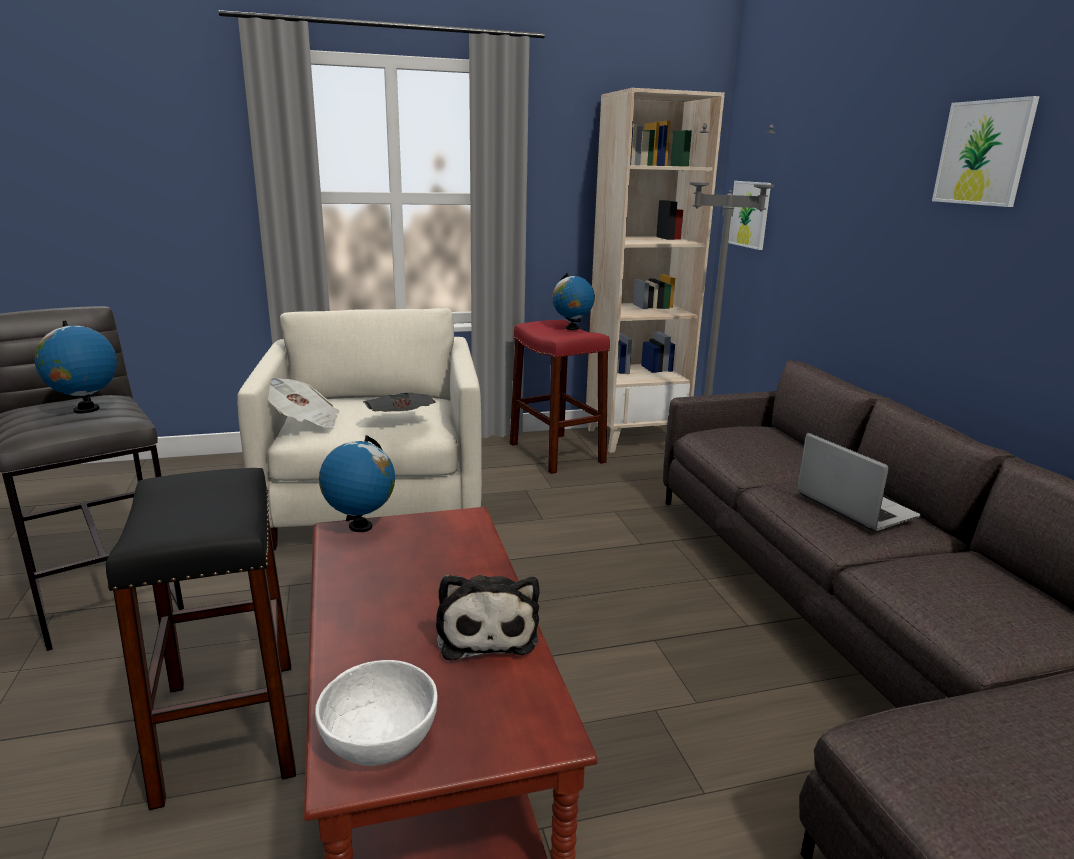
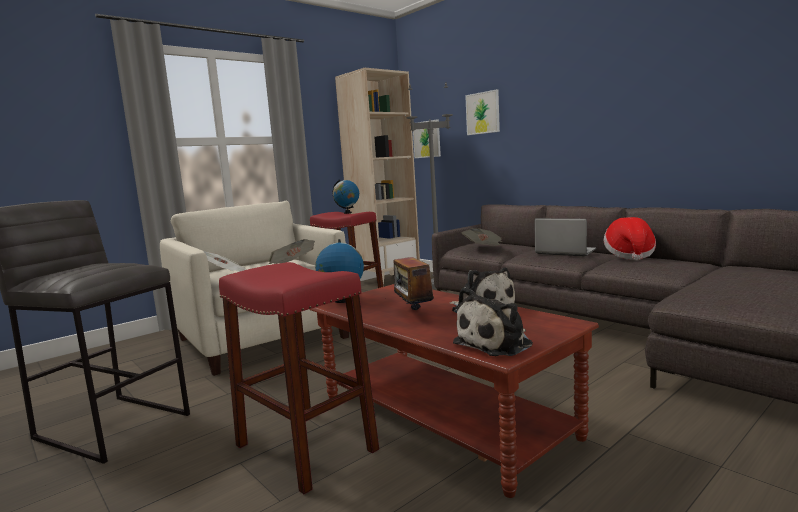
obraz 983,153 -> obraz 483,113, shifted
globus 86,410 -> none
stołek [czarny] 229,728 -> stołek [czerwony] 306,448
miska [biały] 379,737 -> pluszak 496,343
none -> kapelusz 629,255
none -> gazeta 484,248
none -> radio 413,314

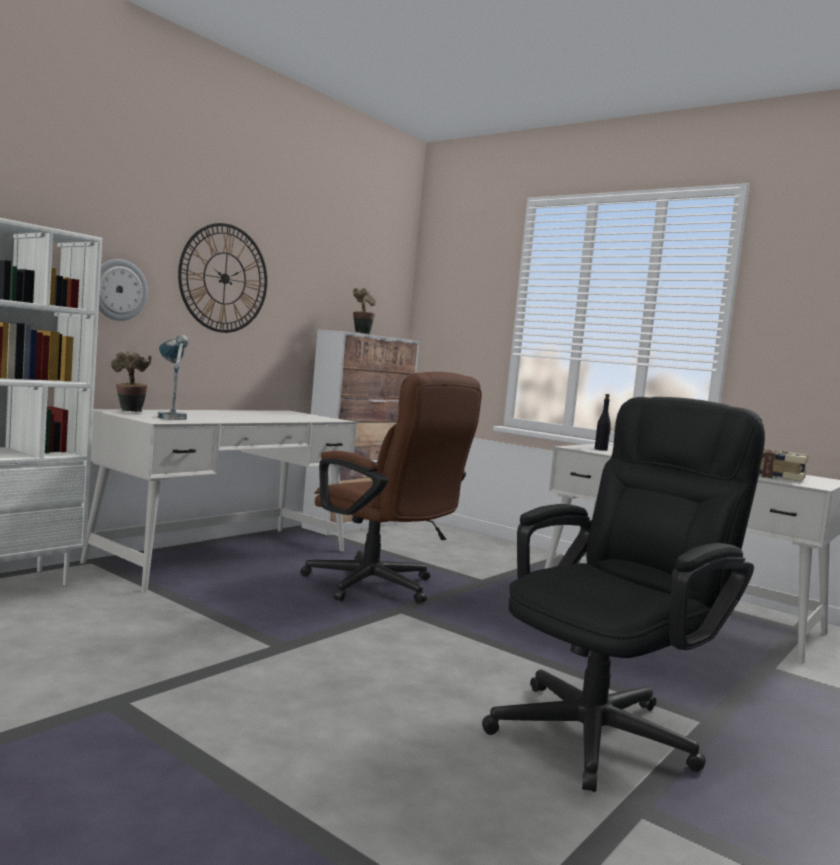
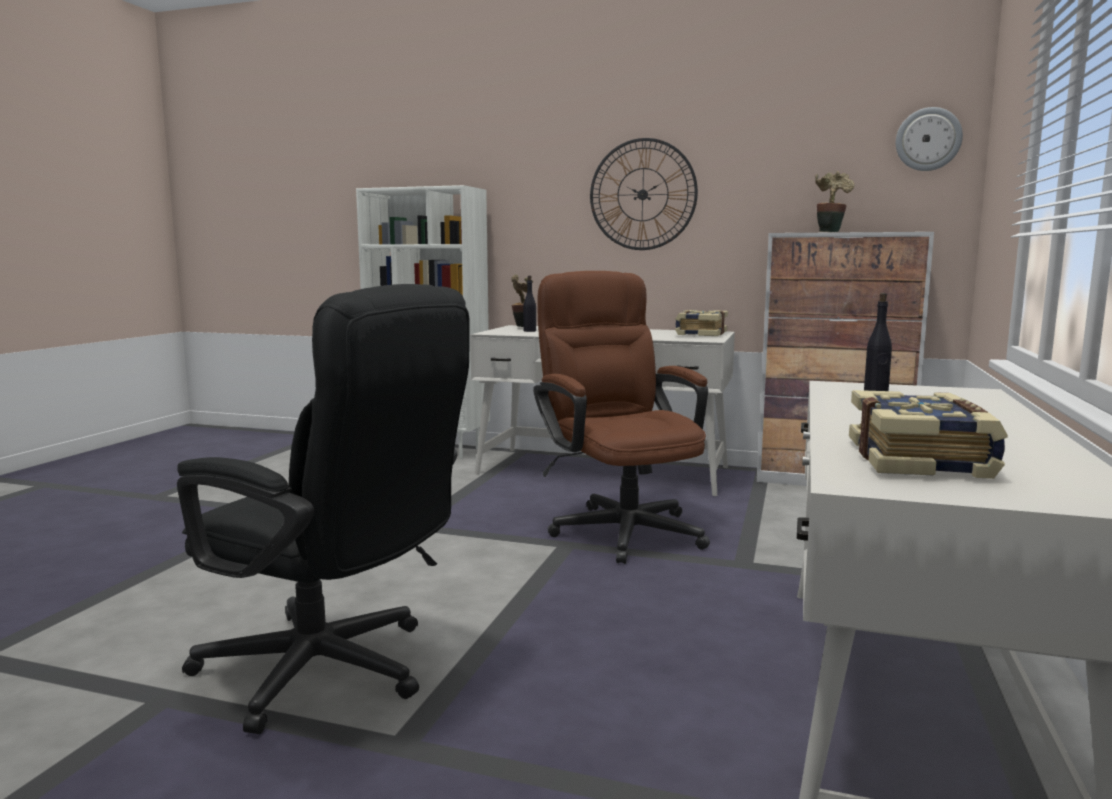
zegar ścienny 118,290 -> zegar ścienny 928,139, shifted
lampa stołowa 170,416 -> butelka [czarny] 530,331
krzesło biurowe [brązowy] 380,588 -> krzesło biurowe [brązowy] 620,527, 135 degrees clockwise
none -> książka 700,334

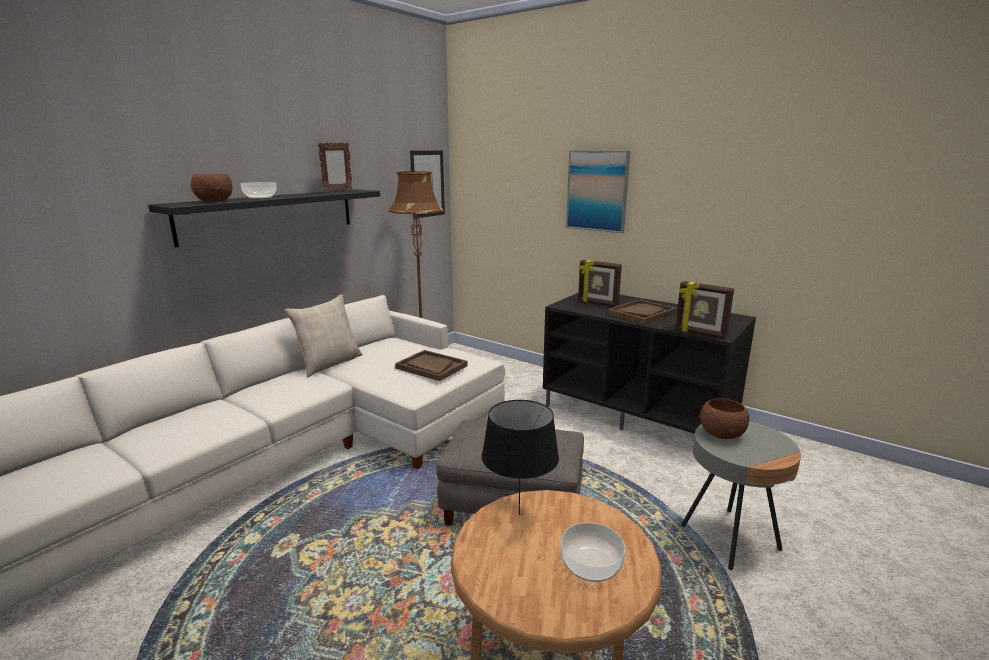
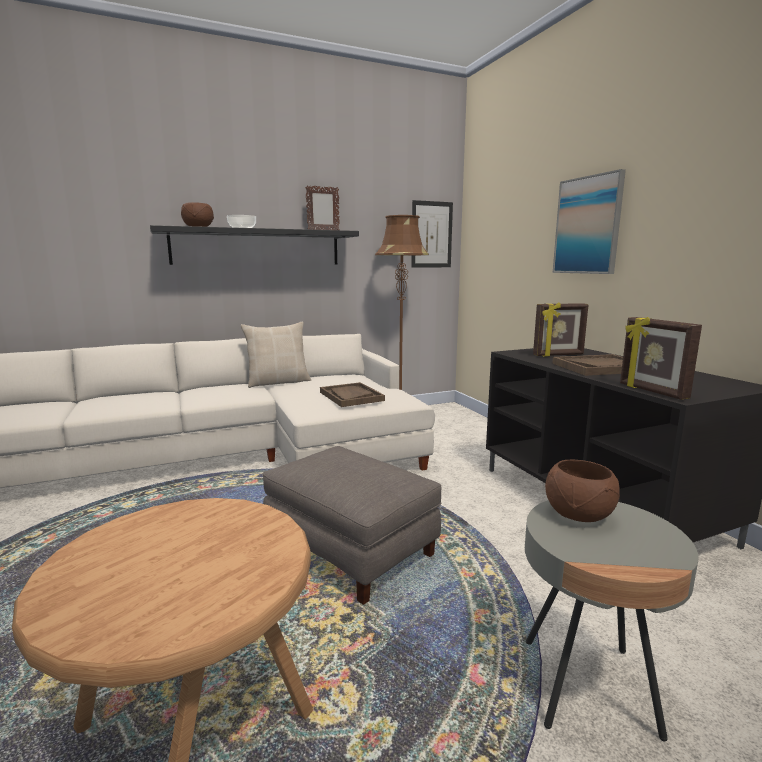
ramka na zdjęcie 597,303 -> ramka na zdjęcie 558,355, 75 degrees counterclockwise
lampa stołowa [czarny] 519,514 -> none
miska 590,565 -> none

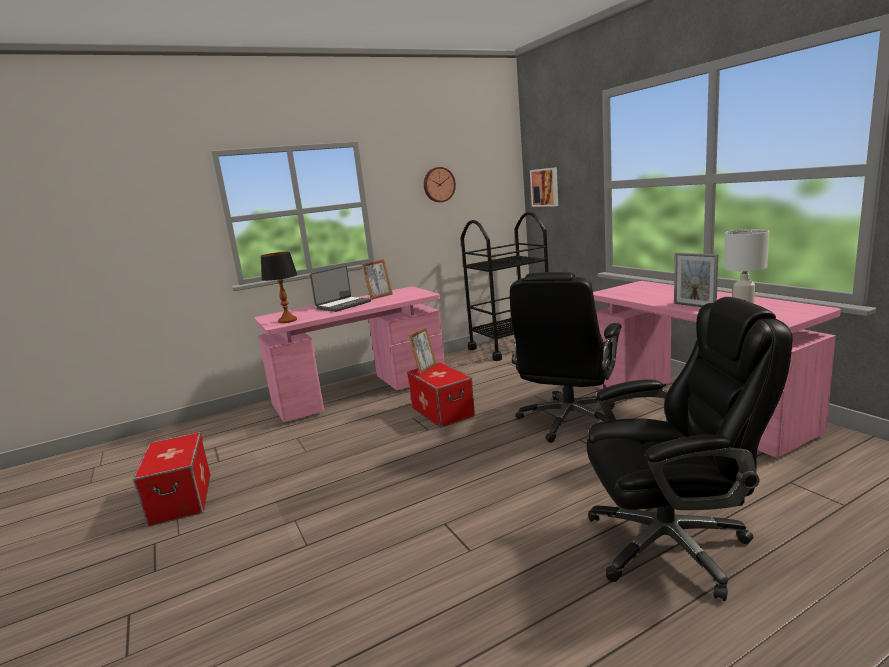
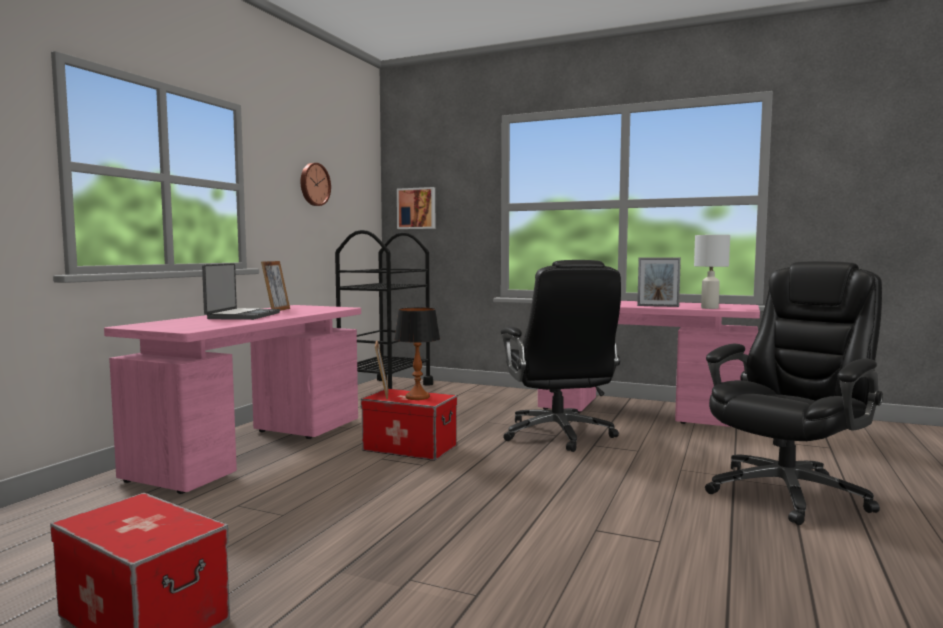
lampa stołowa 288,320 -> lampa stołowa 418,397, shifted

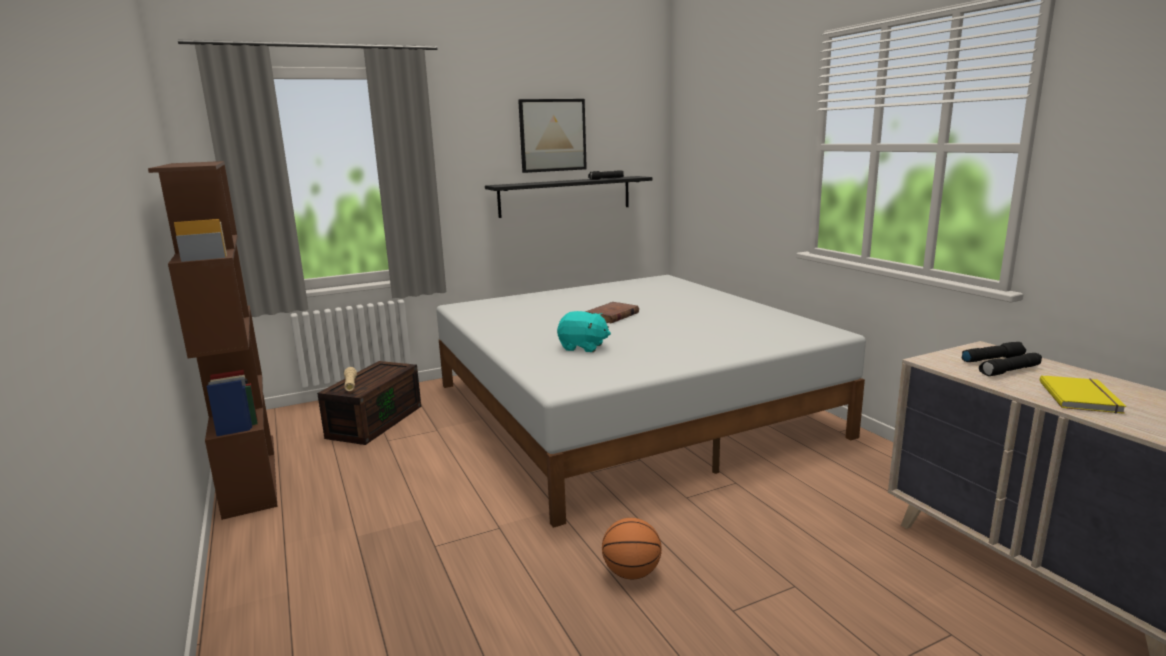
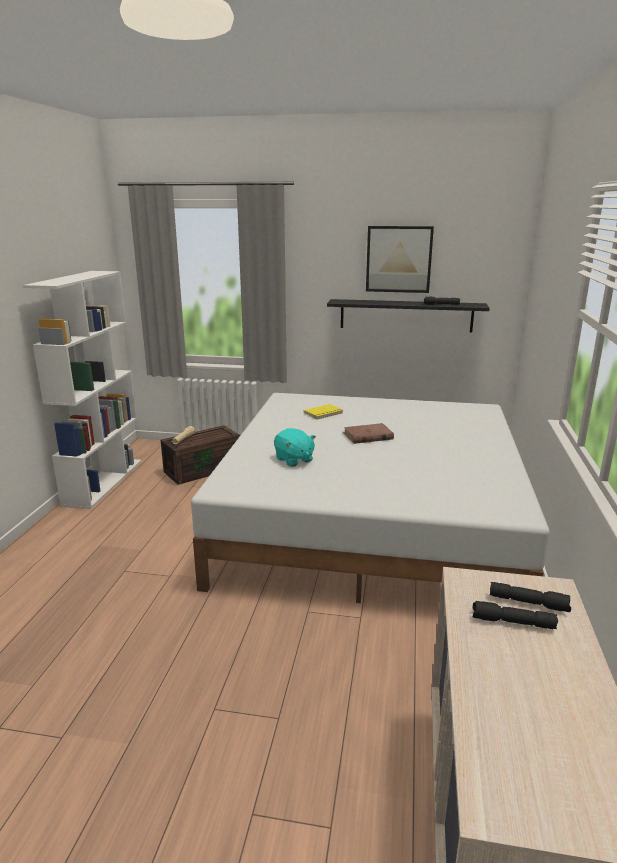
regał [brązowy] 249,473 -> regał [biały] 104,481
książka [żółty] 1082,397 -> książka [żółty] 324,413, shifted
piłka do koszykówki 631,573 -> none

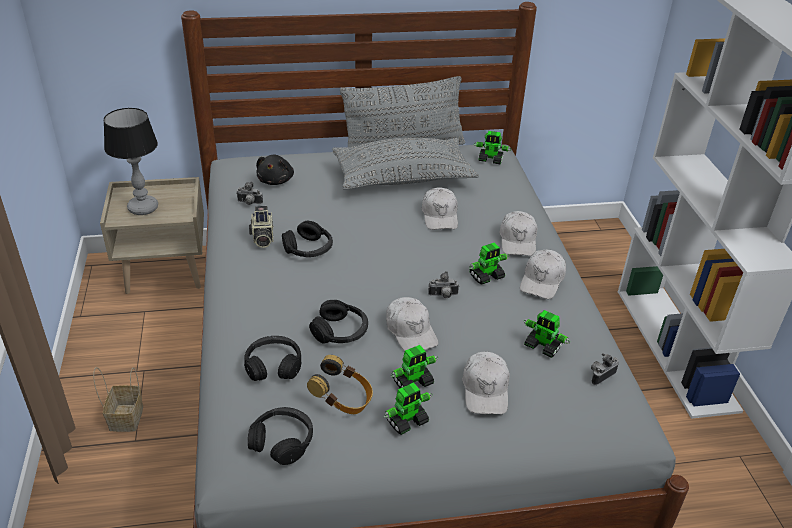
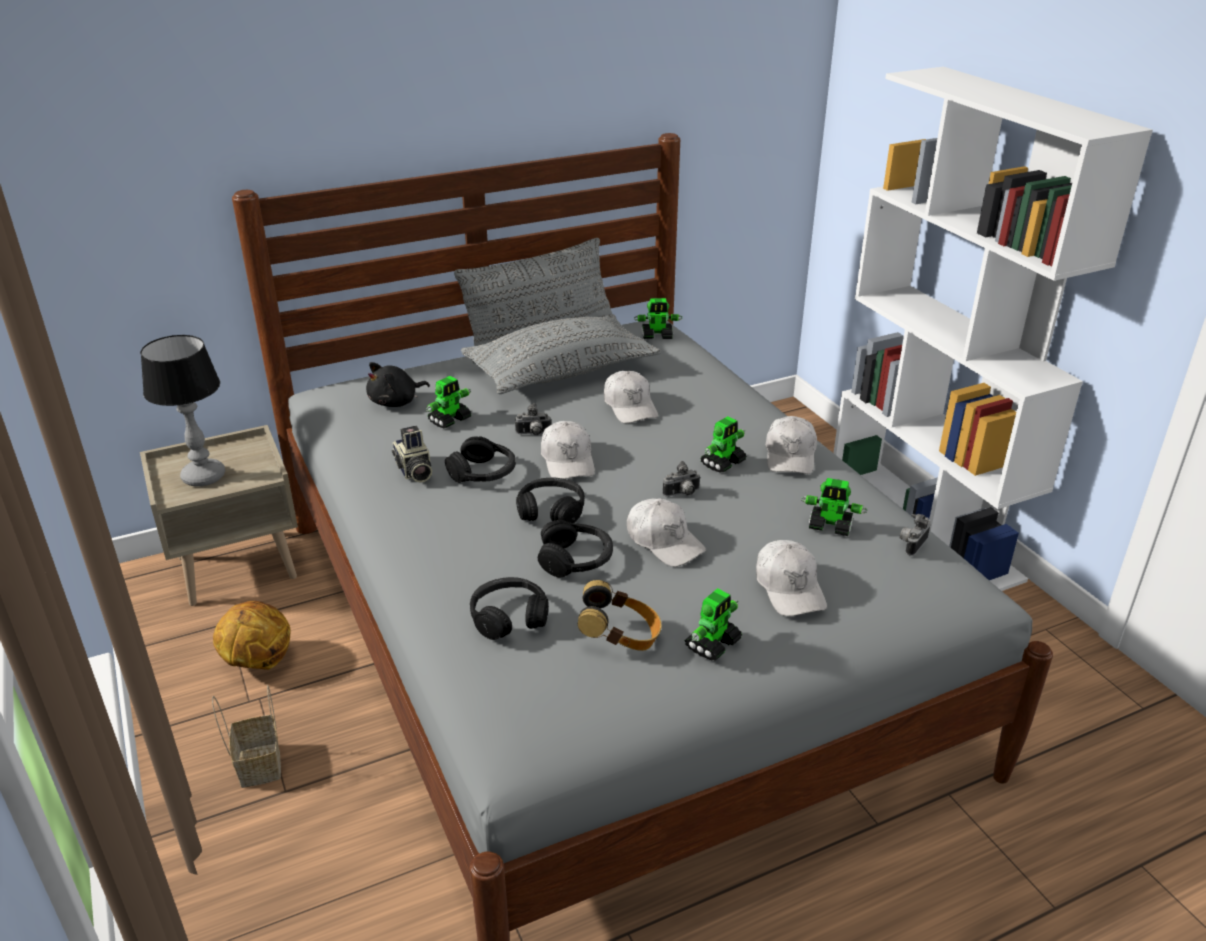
pluszak [czarny] 276,180 -> pluszak [czarny] 396,402, 60 degrees clockwise
aparat fotograficzny 249,203 -> aparat fotograficzny 533,434, shifted
czapka z daszkiem [biały] 518,240 -> czapka z daszkiem [biały] 568,460, shifted
robot zabawkowy 413,382 -> robot zabawkowy 450,420, shifted
słuchawki [czarny] 282,441 -> słuchawki [czarny] 551,510, shifted
none -> piłka do koszykówki 258,662

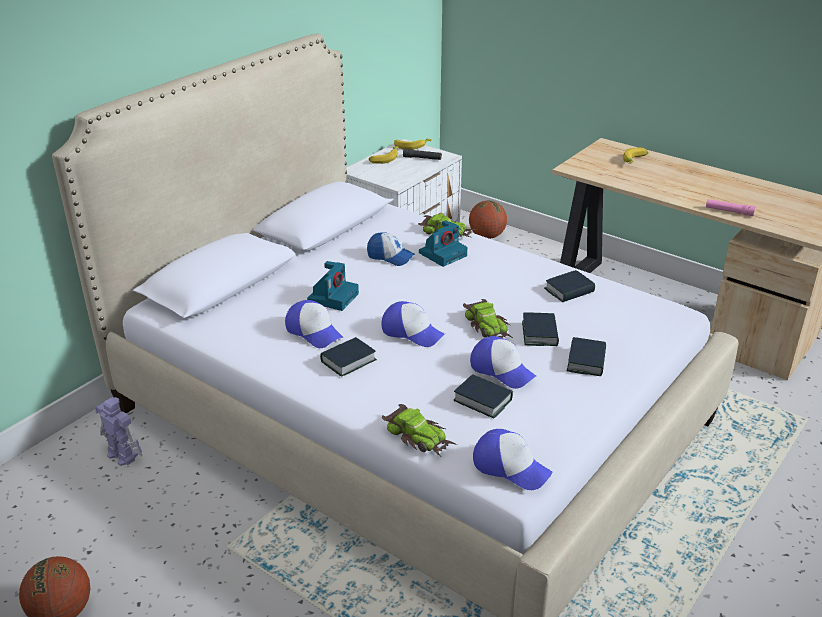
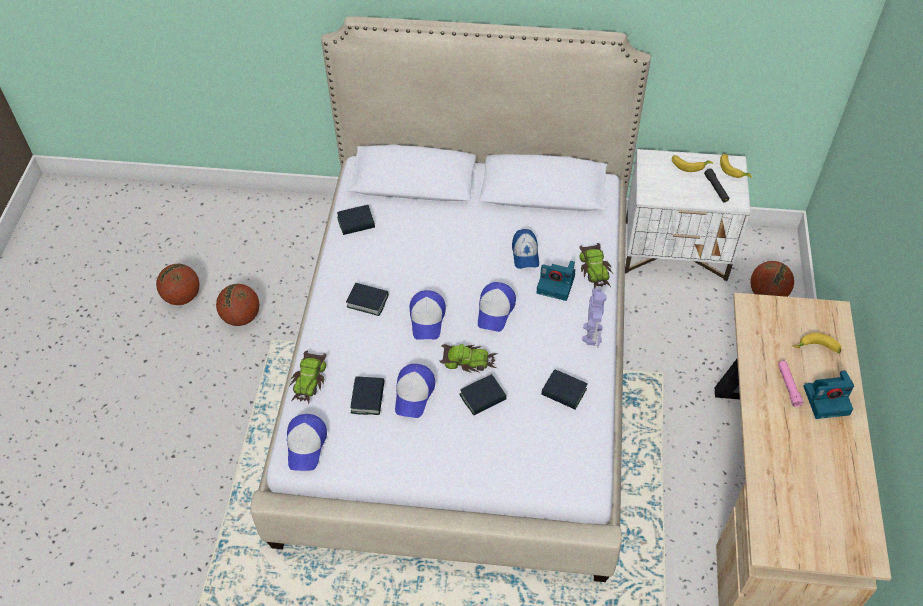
latarka [różowy] 729,211 -> latarka [różowy] 788,386, shifted
aparat fotograficzny 333,297 -> aparat fotograficzny 827,400, shifted
samochodzik 487,326 -> samochodzik 468,360, 120 degrees counterclockwise
czapka z daszkiem 314,331 -> czapka z daszkiem 495,310, shifted
książka 586,361 -> książka 356,223, shifted
robot zabawkowy 122,455 -> robot zabawkowy 592,333, shifted
none -> piłka do koszykówki 241,317

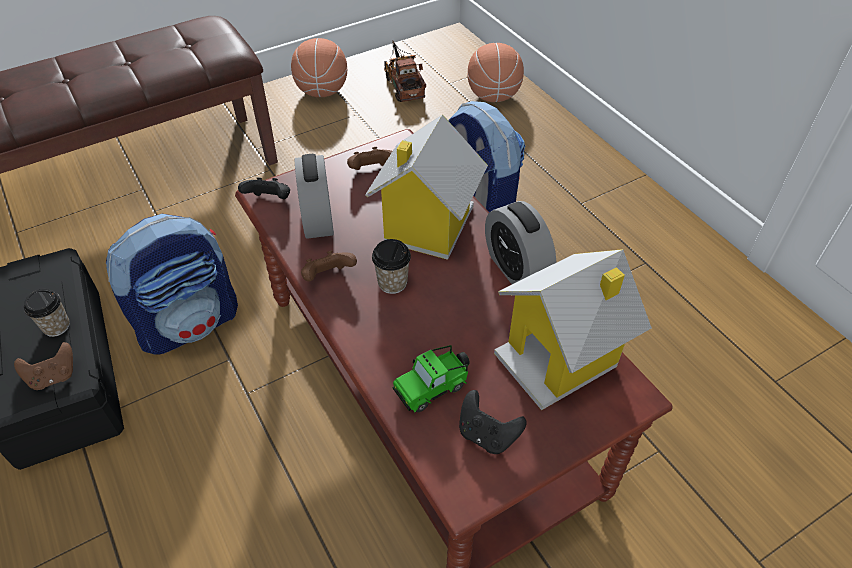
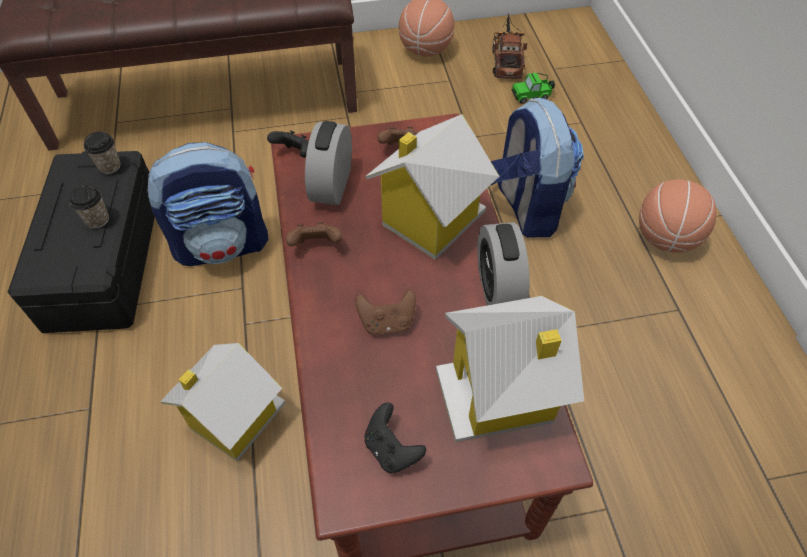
piłka do koszykówki 493,96 -> piłka do koszykówki 665,238, shifted
filiżanka 392,283 -> filiżanka 109,166, shifted
pad do gier [brązowy] 53,377 -> pad do gier [brązowy] 387,322, shifted
samochodzik 433,387 -> samochodzik 532,96, shifted
none -> domek 234,419

